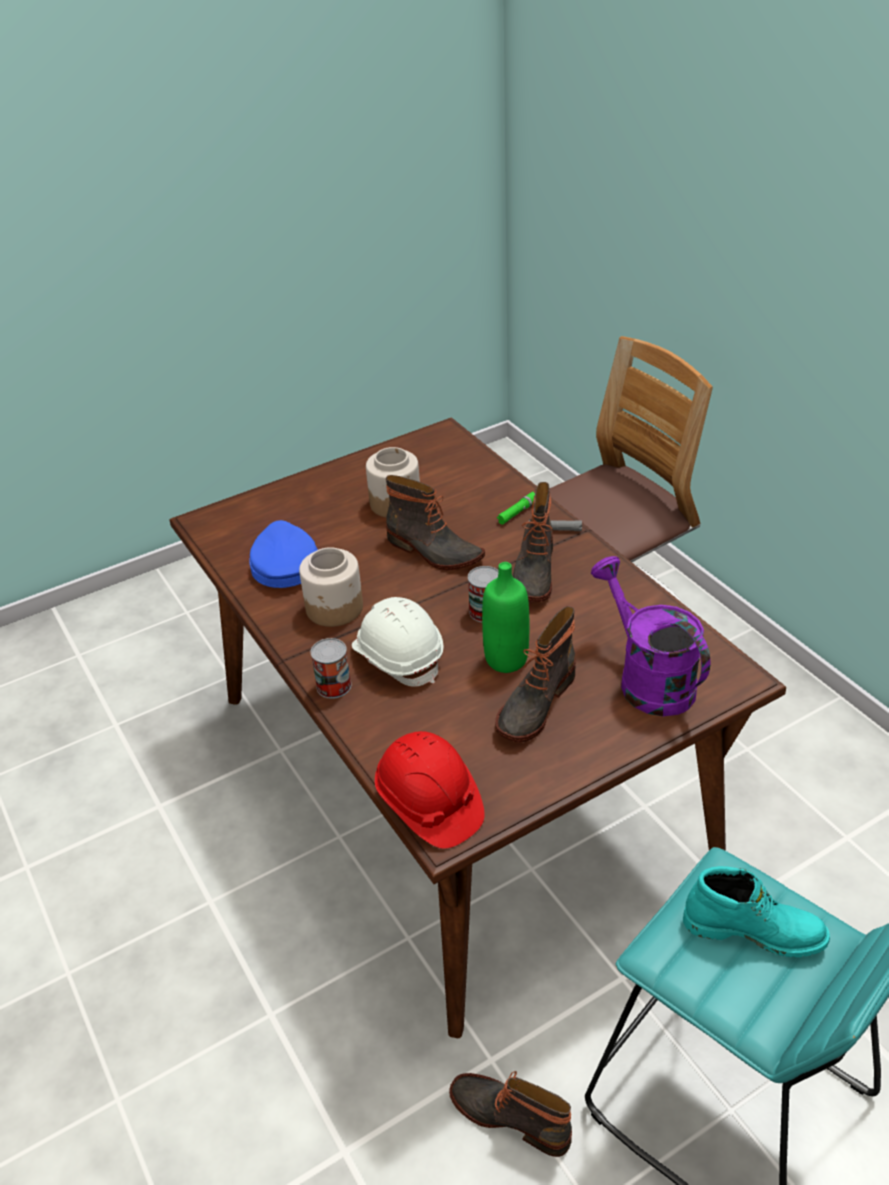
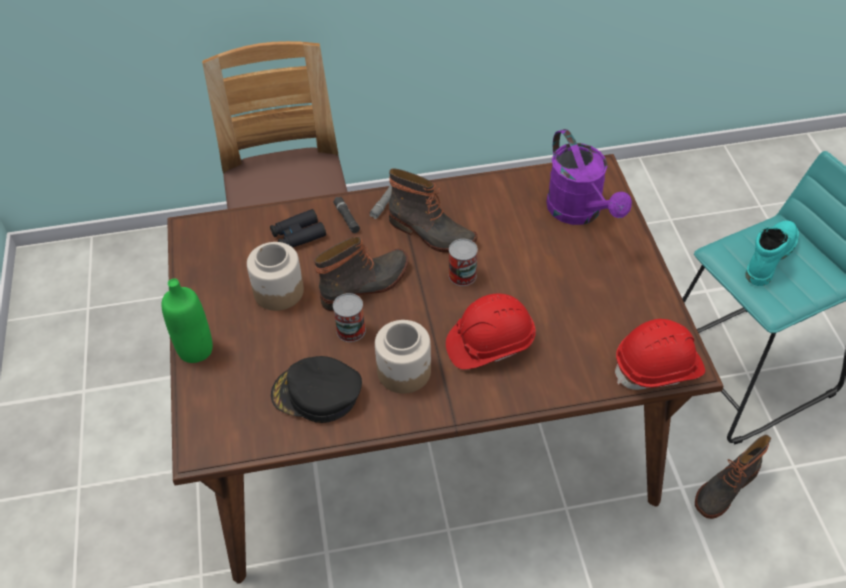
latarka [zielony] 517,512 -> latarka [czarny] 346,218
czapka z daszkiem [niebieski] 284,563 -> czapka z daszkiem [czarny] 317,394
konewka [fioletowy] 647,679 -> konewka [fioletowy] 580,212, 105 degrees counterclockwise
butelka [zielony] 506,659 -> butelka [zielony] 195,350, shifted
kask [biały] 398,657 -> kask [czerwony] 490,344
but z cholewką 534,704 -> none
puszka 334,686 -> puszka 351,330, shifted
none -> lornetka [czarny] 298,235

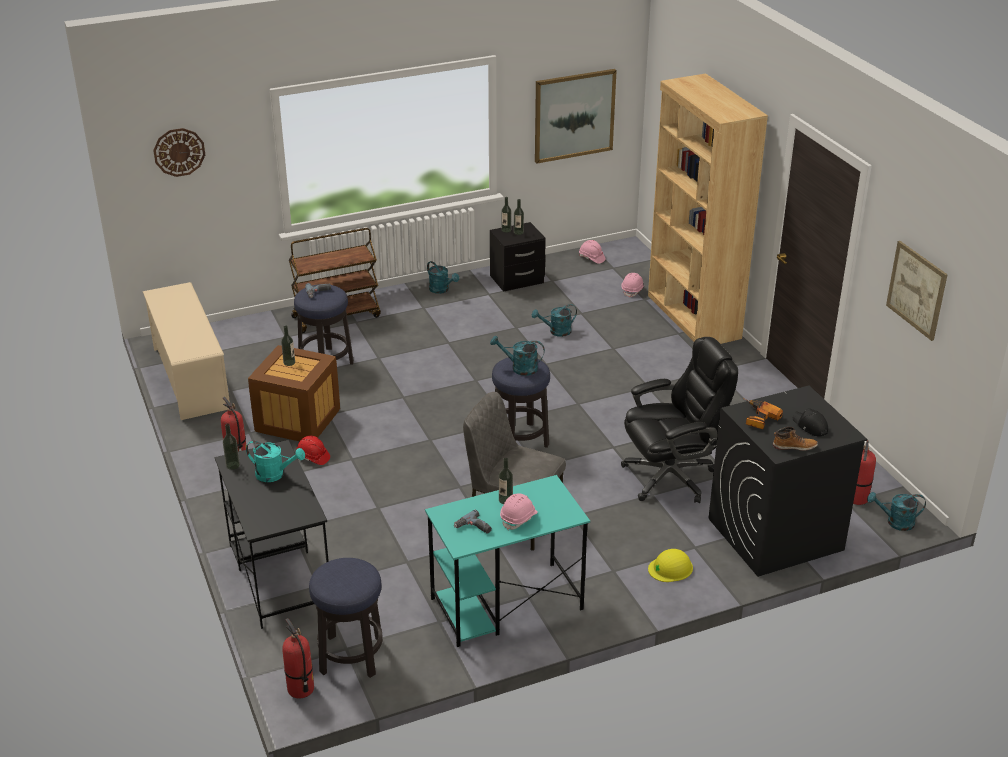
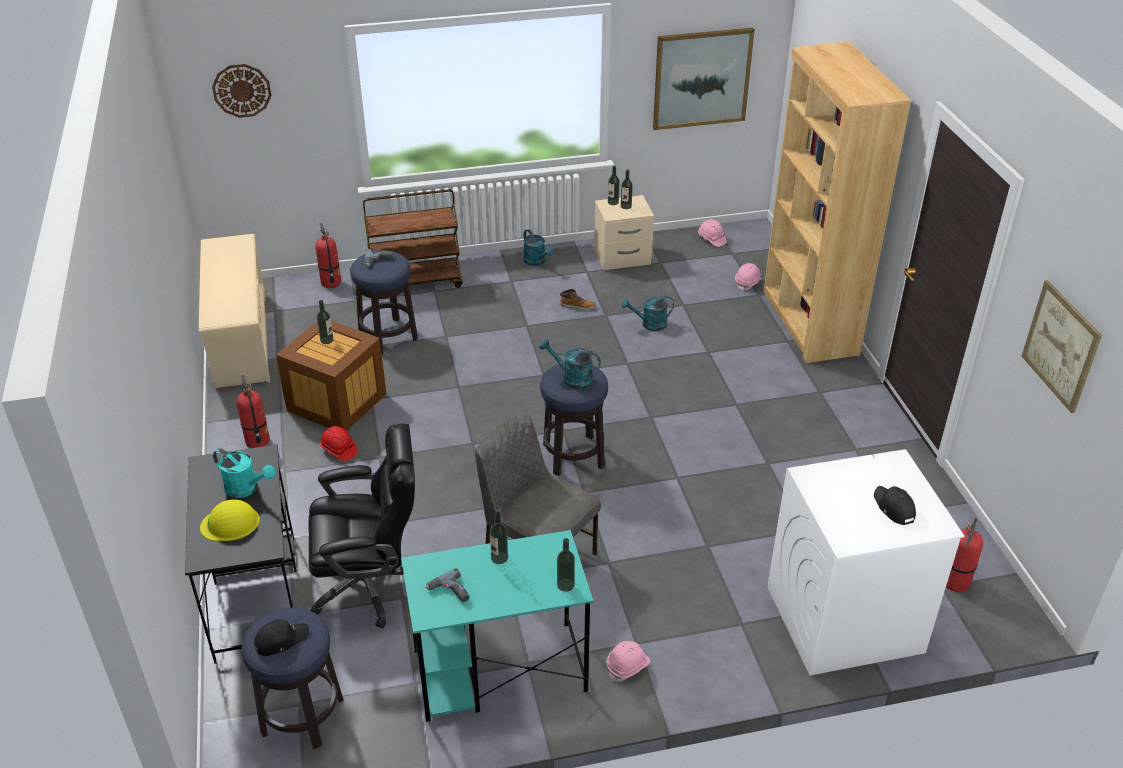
szafka nocna [czarny] 517,280 -> szafka nocna [beżowy] 622,258
krzesło biurowe [czarny] 671,476 -> krzesło biurowe [czarny] 370,583, shifted
pralka [czarny] 774,534 -> pralka [biały] 843,619
wiertarka 757,418 -> none
butelka 233,465 -> butelka 565,585, shifted
but z cholewką 794,446 -> but z cholewką 577,306, shifted
konewka [turkusowy] 895,522 -> none
kask [różowy] 519,518 -> kask [różowy] 628,666, shifted
kask [żółty] 670,568 -> kask [żółty] 230,523, shifted
gaśnica 300,689 -> gaśnica 330,283, shifted
none -> czapka z daszkiem [czarny] 280,640

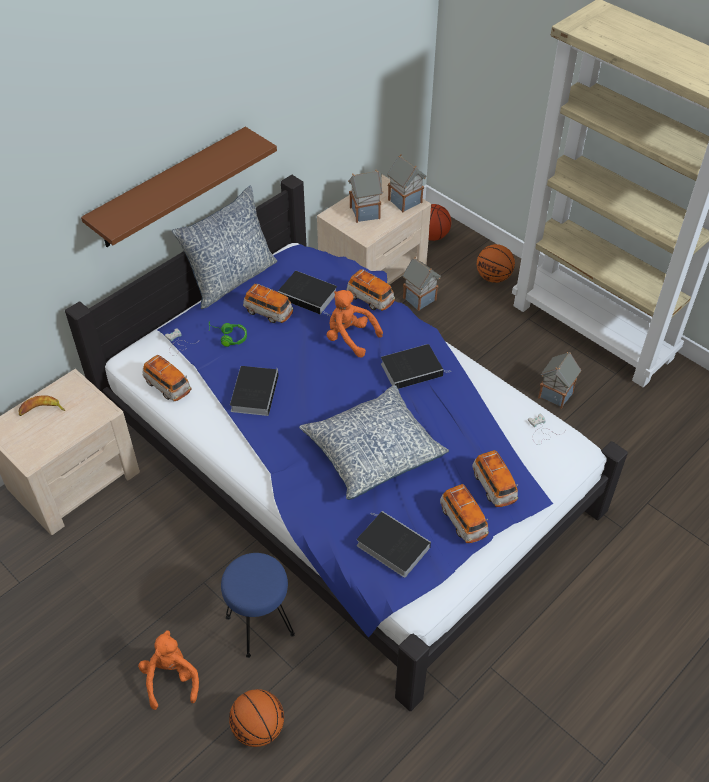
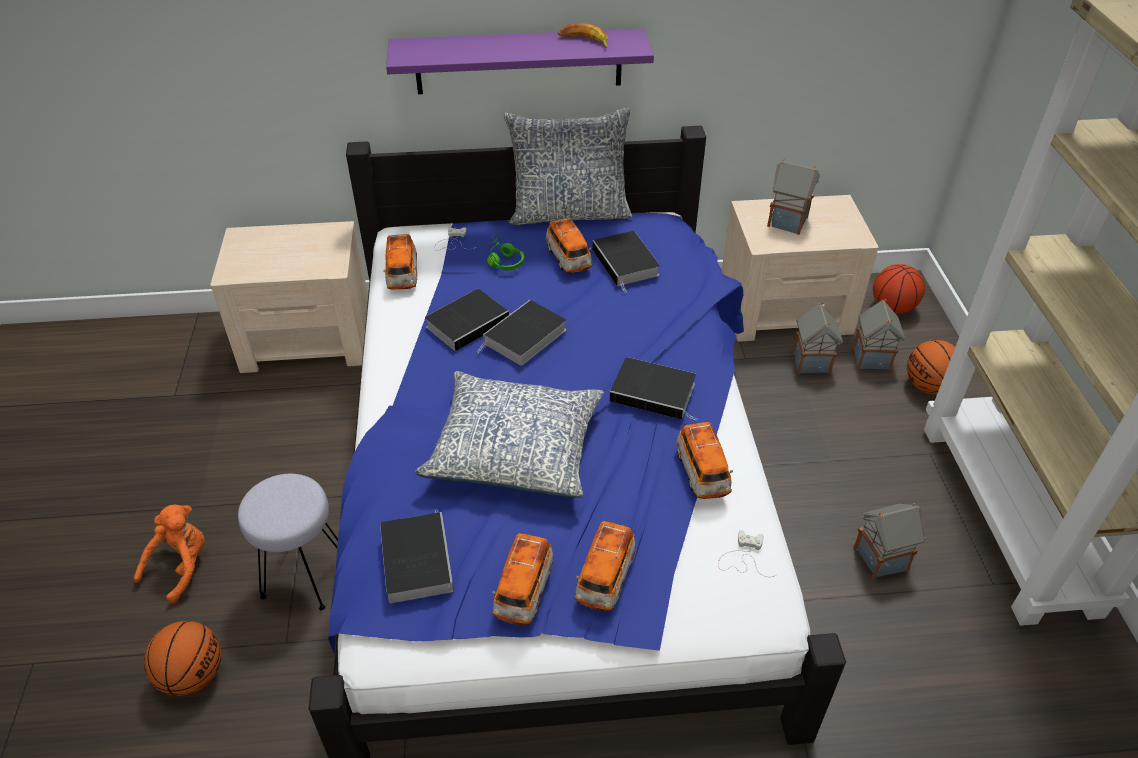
półka [brązowy] 170,188 -> półka [fioletowy] 518,61
domek 405,201 -> domek 871,359, shifted
samochodzik 370,299 -> samochodzik 702,473, shifted
pluszak [pomarańczowy] 350,338 -> none
banan 41,410 -> banan 584,41, shifted
stołek [niebieski] 261,625 -> stołek [szary] 306,577
none -> książka 524,338

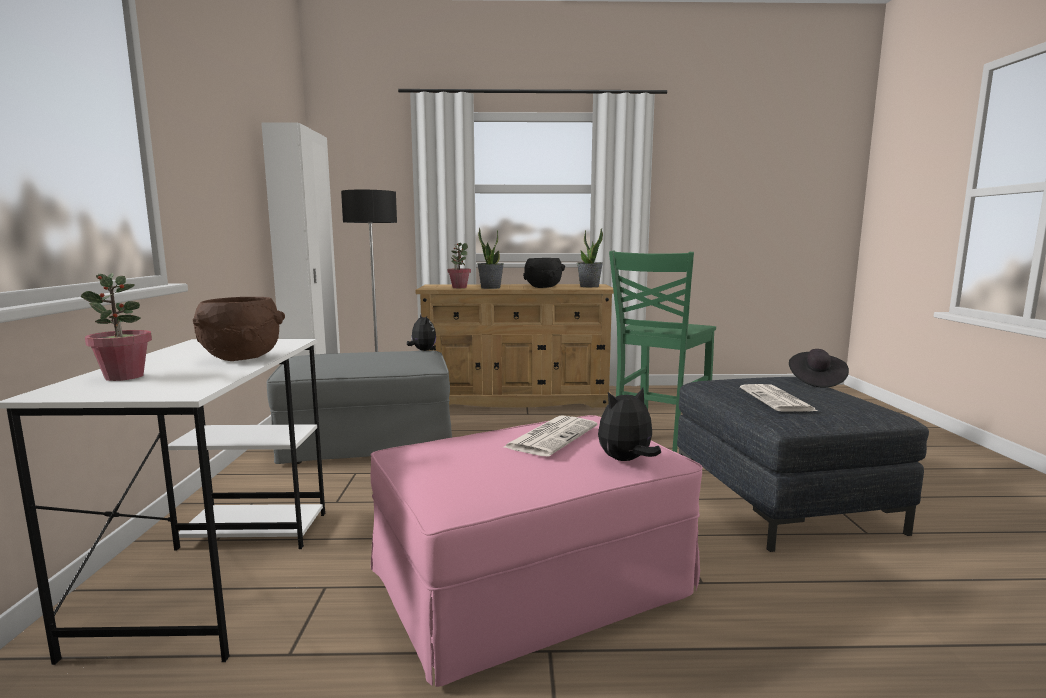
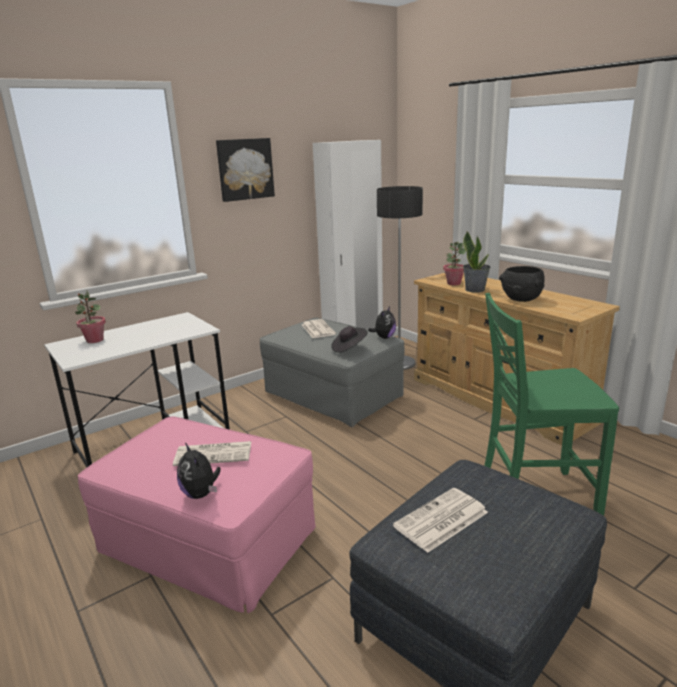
roślina doniczkowa 589,286 -> none
miska [brązowy] 242,358 -> none
kapelusz [czarny] 815,381 -> kapelusz [czarny] 349,348, shifted
pluszak 626,460 -> pluszak 201,494, 150 degrees counterclockwise
none -> obraz 245,169
none -> gazeta 317,329

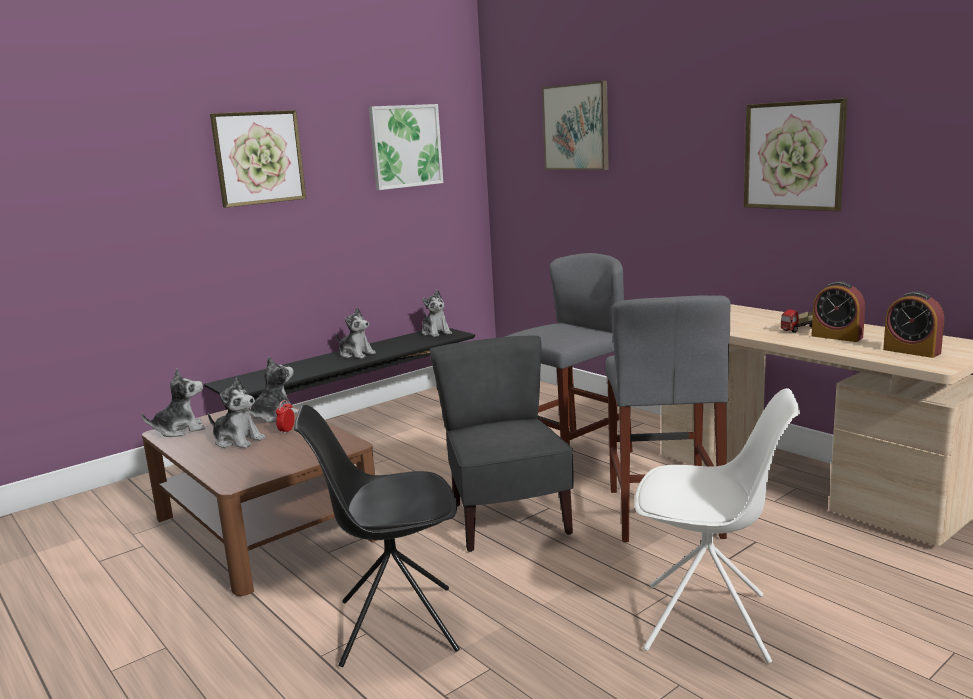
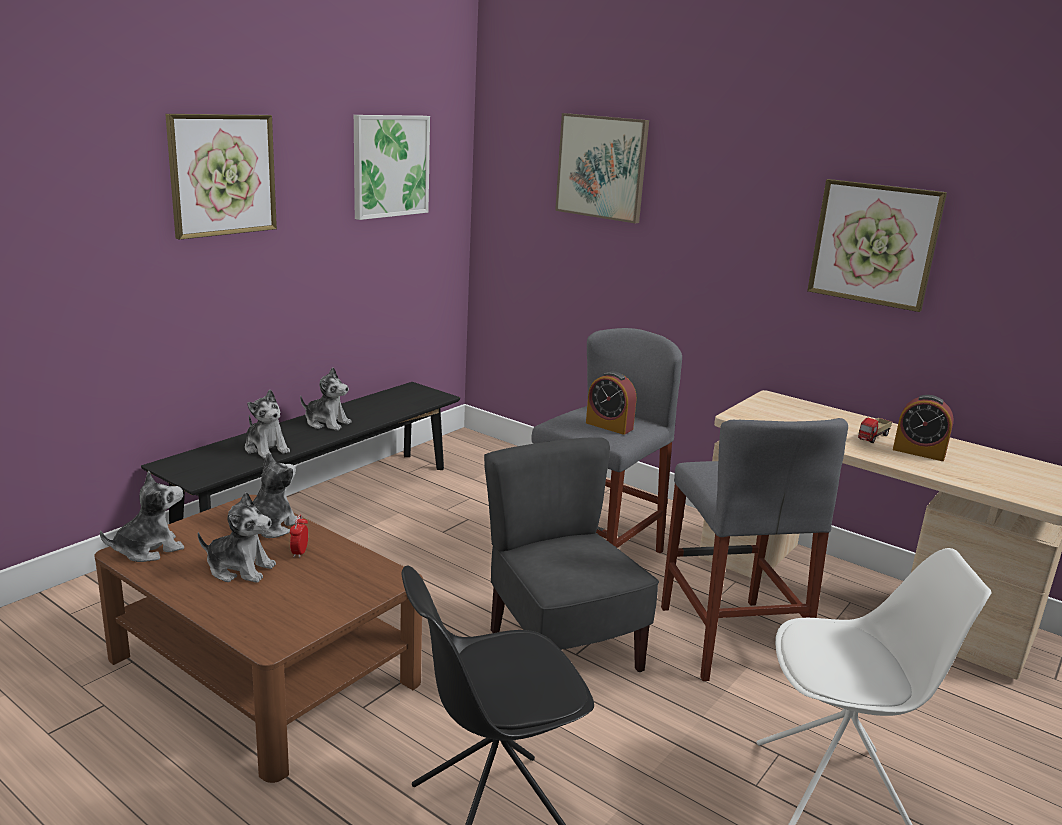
pluszak 436,332 -> pluszak 266,448, shifted
budzik 911,351 -> budzik 609,426, shifted

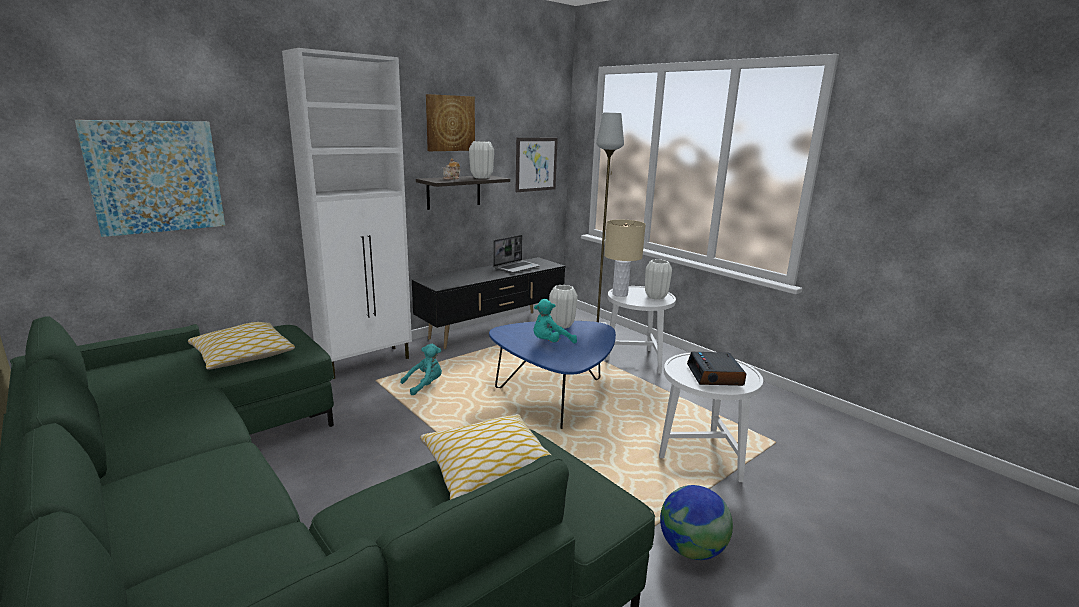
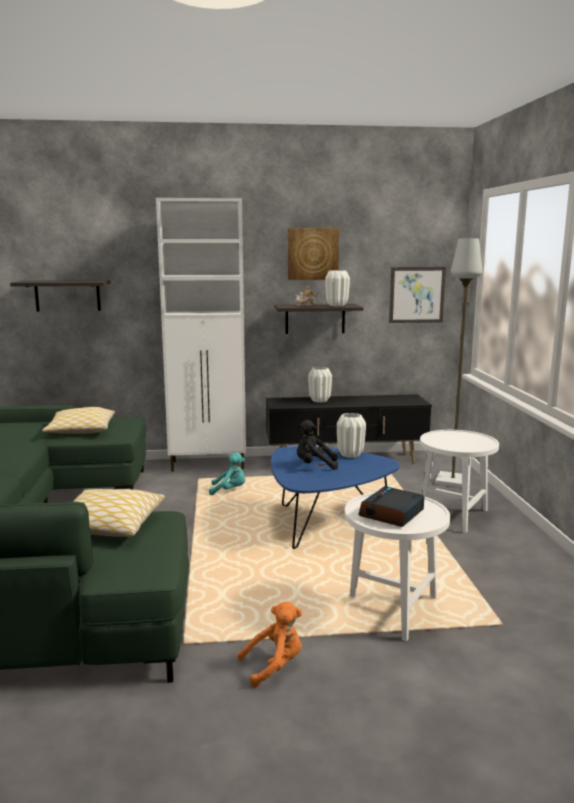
obraz 156,177 -> półka 67,295
lampa stołowa [beżowy] 620,294 -> none
laptop 517,267 -> none
wazon [biały] 656,297 -> wazon [biały] 320,401, shifted
pluszak [turkusowy] 550,343 -> pluszak [czarny] 314,466
globus 691,549 -> pluszak [pomarańczowy] 274,666

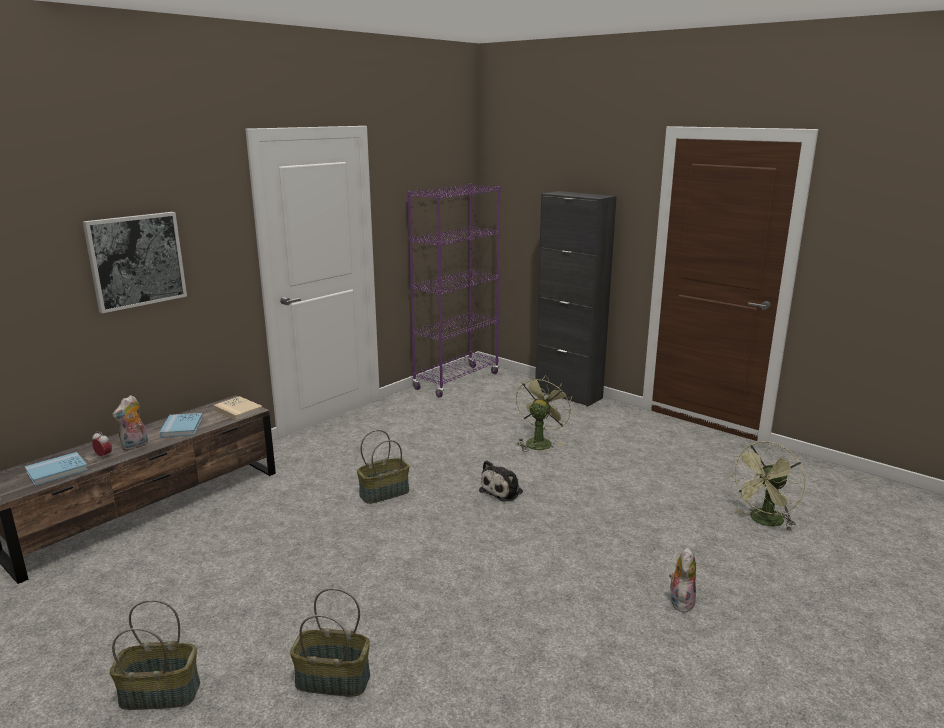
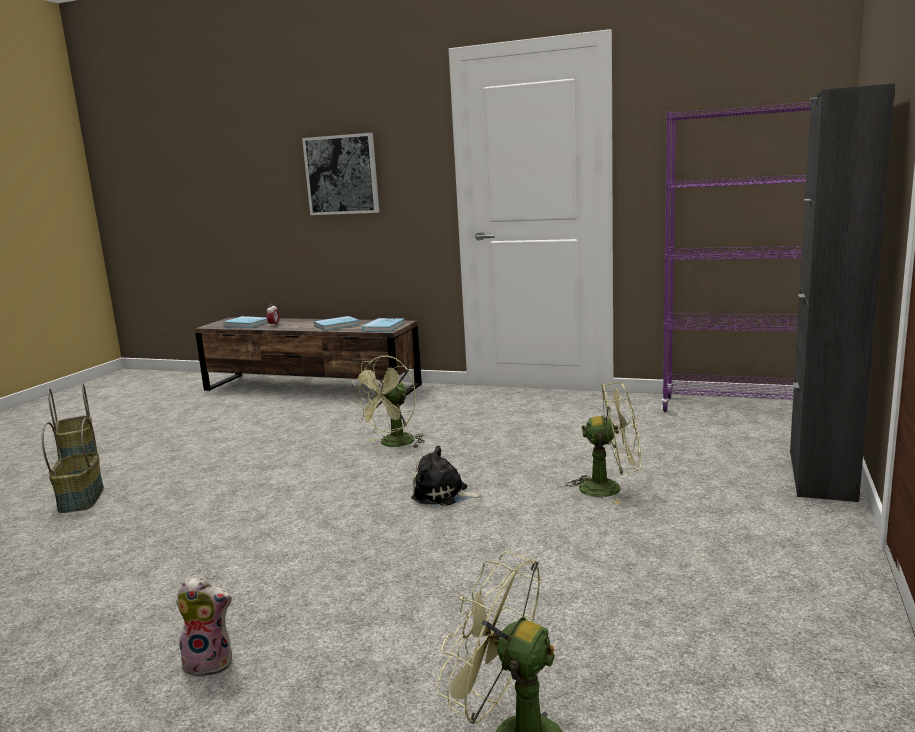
pluszak 135,446 -> none
książka [beżowy] 238,410 -> książka [niebieski] 383,327
koszyk 384,493 -> wentylator [zielony] 393,444

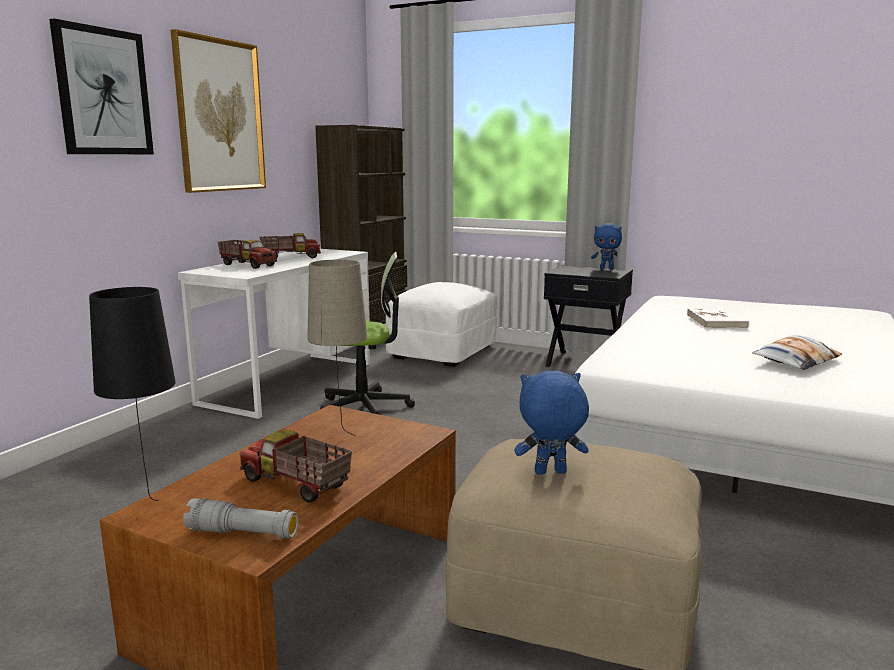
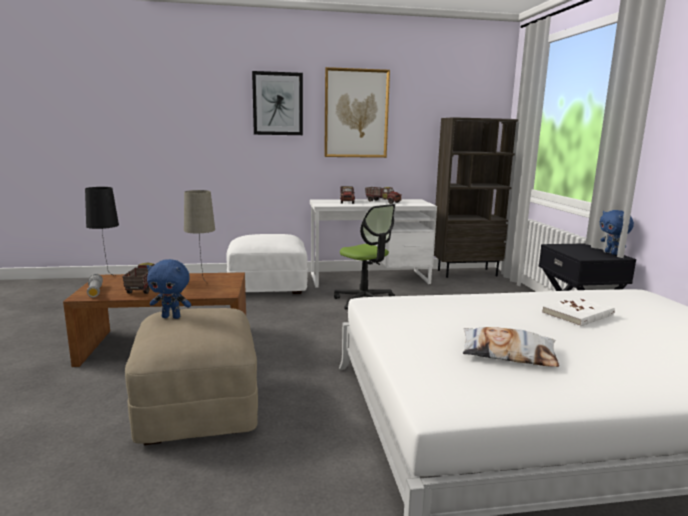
pufa [biały] 443,352 -> pufa [biały] 268,286, shifted
pluszak [niebieski] 550,473 -> pluszak [niebieski] 172,317, 135 degrees clockwise

